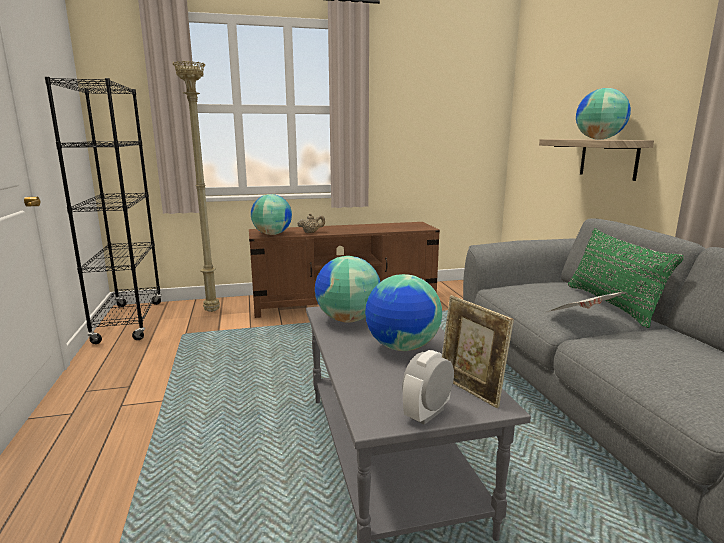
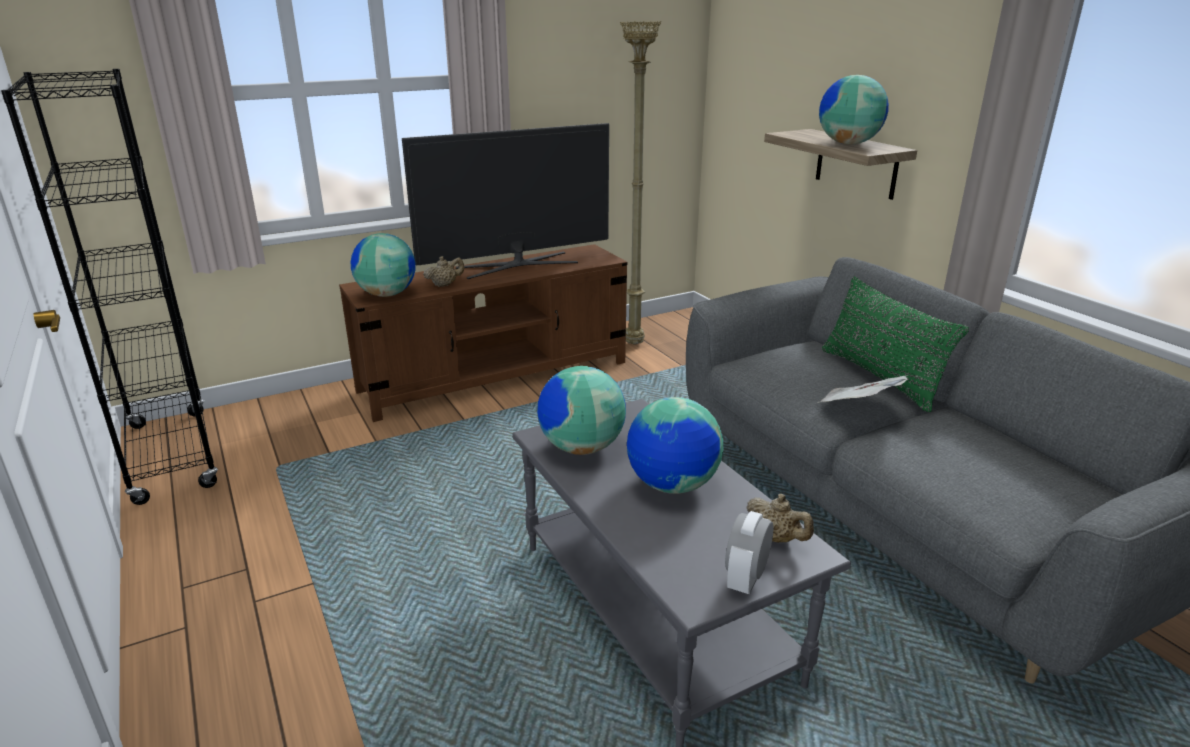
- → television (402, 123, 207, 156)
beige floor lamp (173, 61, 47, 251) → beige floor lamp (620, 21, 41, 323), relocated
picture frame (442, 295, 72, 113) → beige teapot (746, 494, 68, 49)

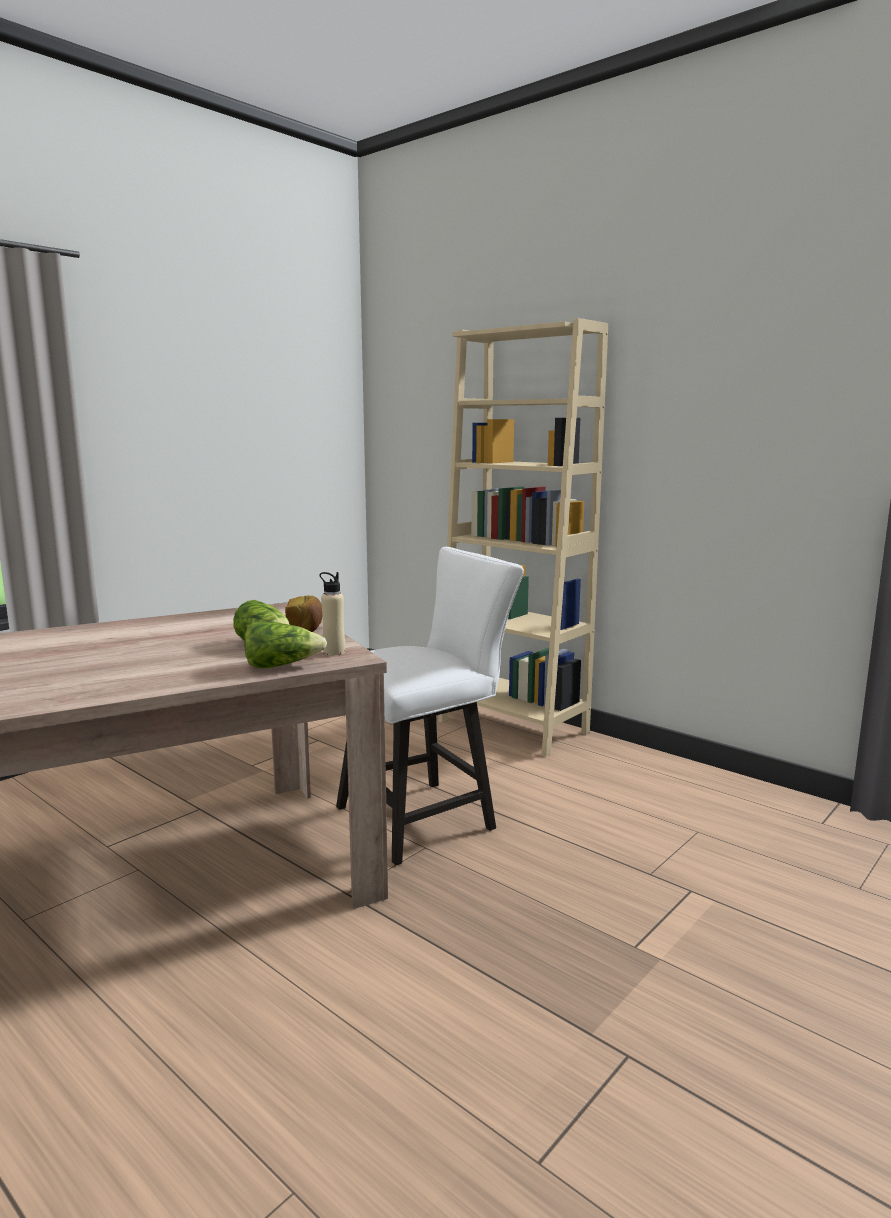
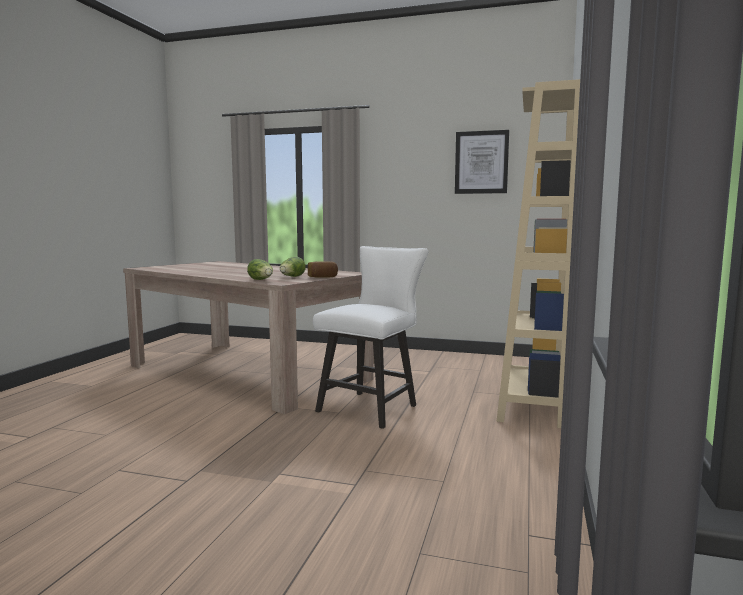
beige bottle (320, 572, 25, 83) → -
- → picture (455, 130, 54, 64)
white chair (336, 547, 188, 319) → white chair (313, 246, 115, 183), 90 degrees counterclockwise

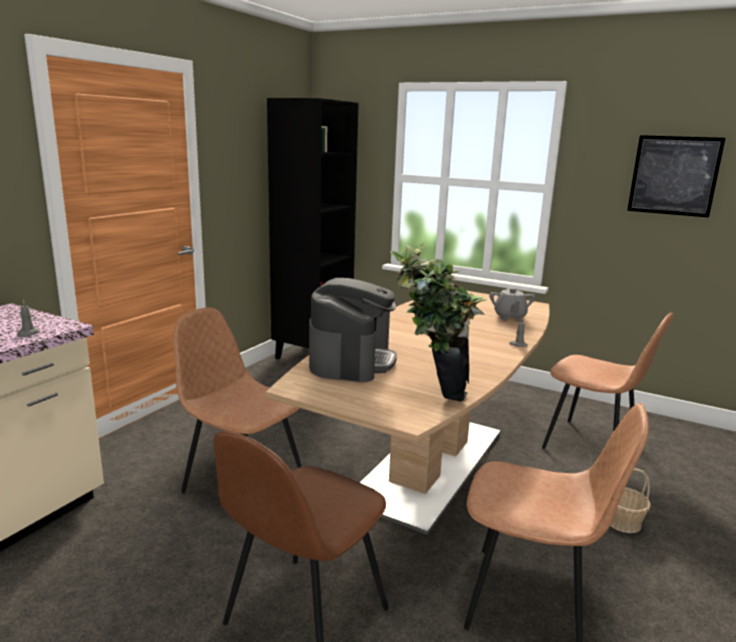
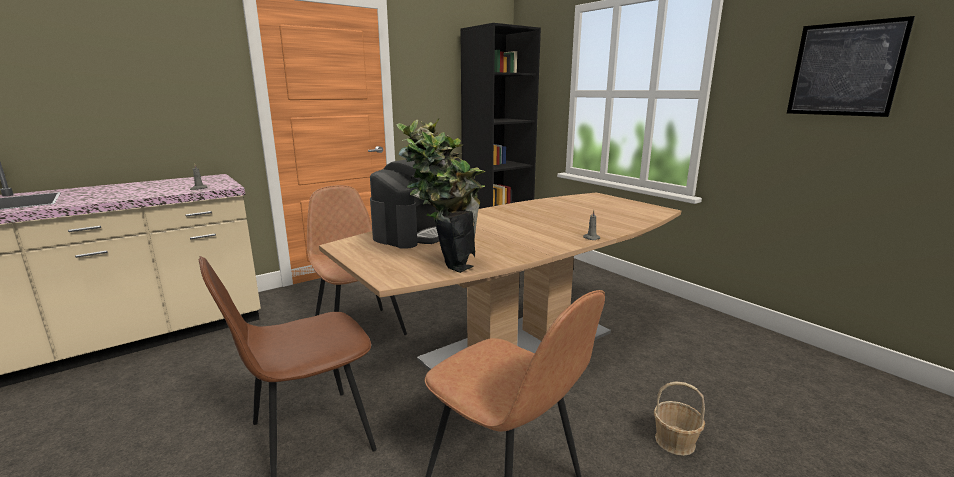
grey teapot (489, 288, 46, 33) → -
brown chair (542, 312, 131, 137) → -

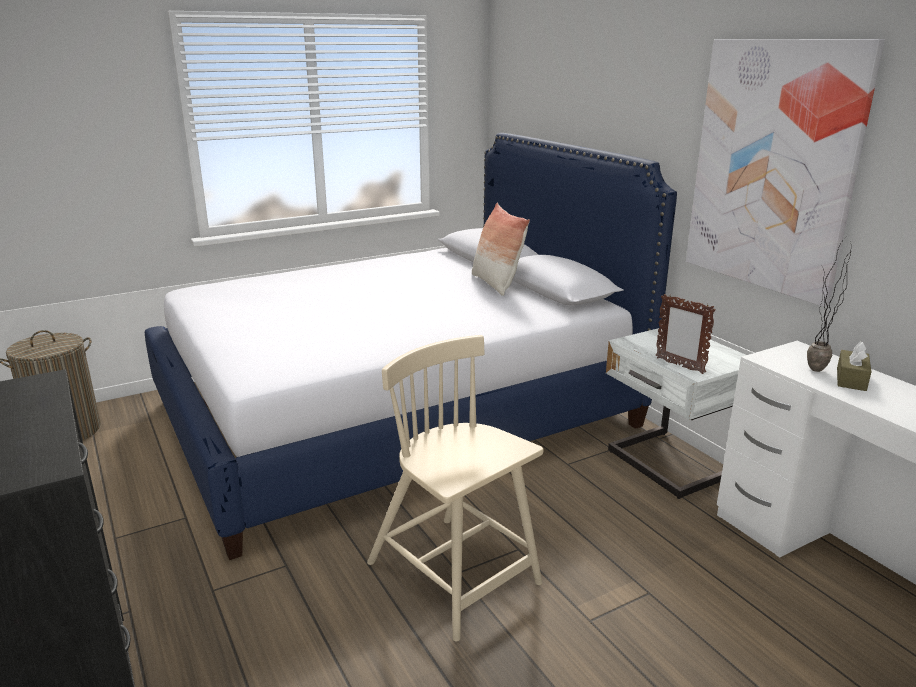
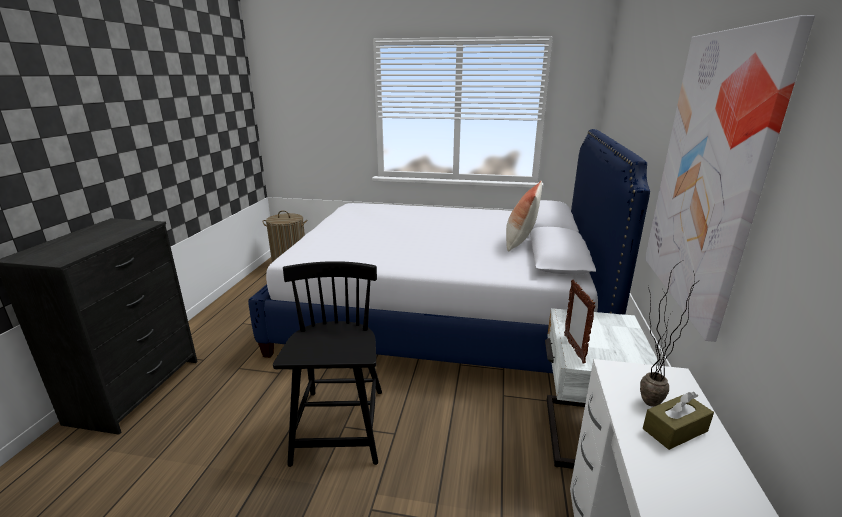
beige chair (367, 335, 176, 307) → black chair (273, 261, 109, 206)

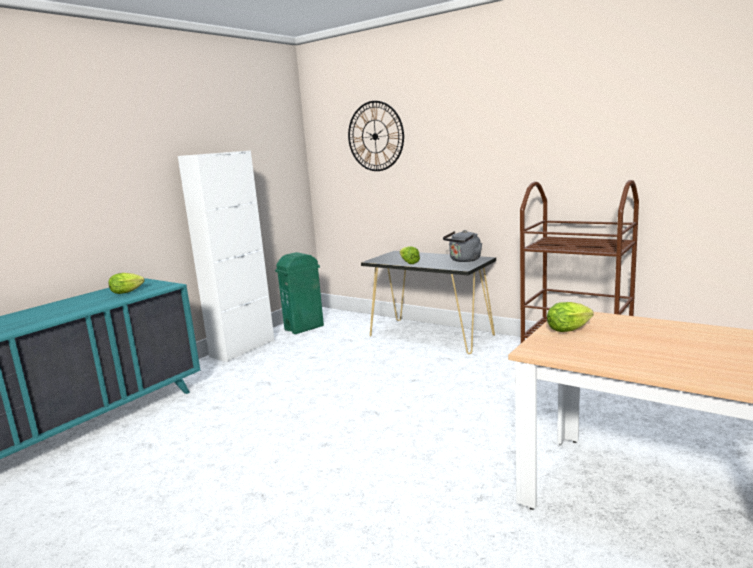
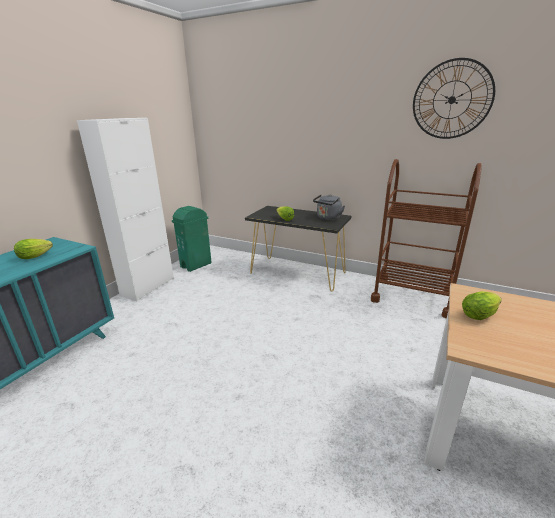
wall clock (348, 101, 56, 70) → wall clock (413, 58, 82, 81), relocated

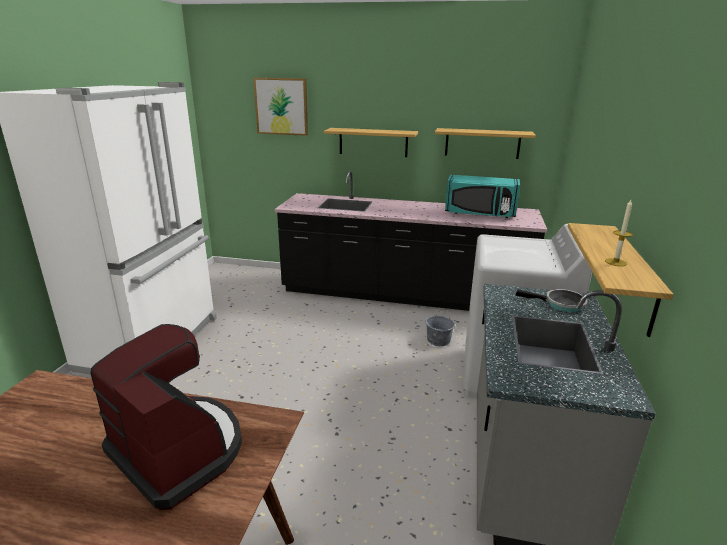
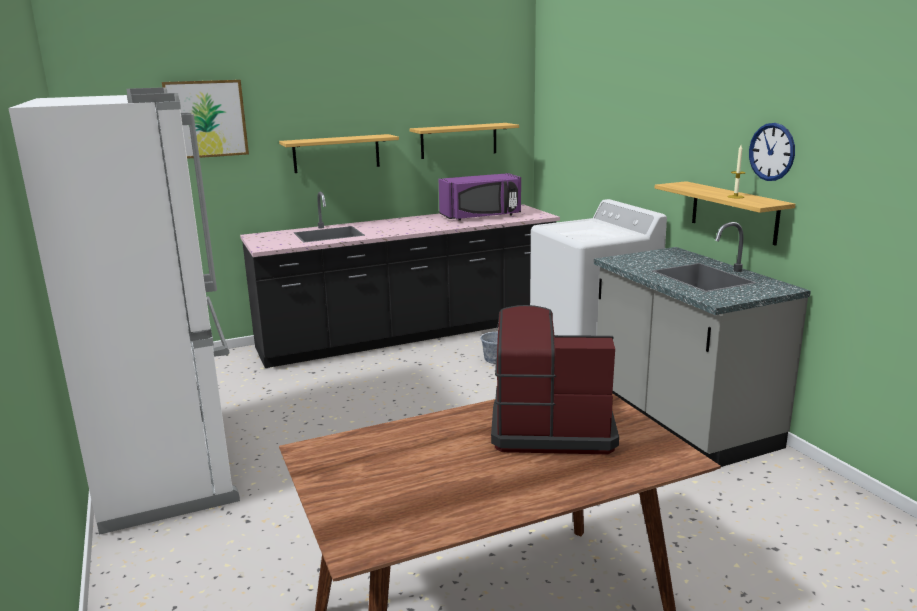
frying pan (515, 289, 73, 23) → -
- → wall clock (749, 123, 46, 58)
turquoise microwave (445, 175, 75, 43) → purple microwave (439, 173, 82, 48)

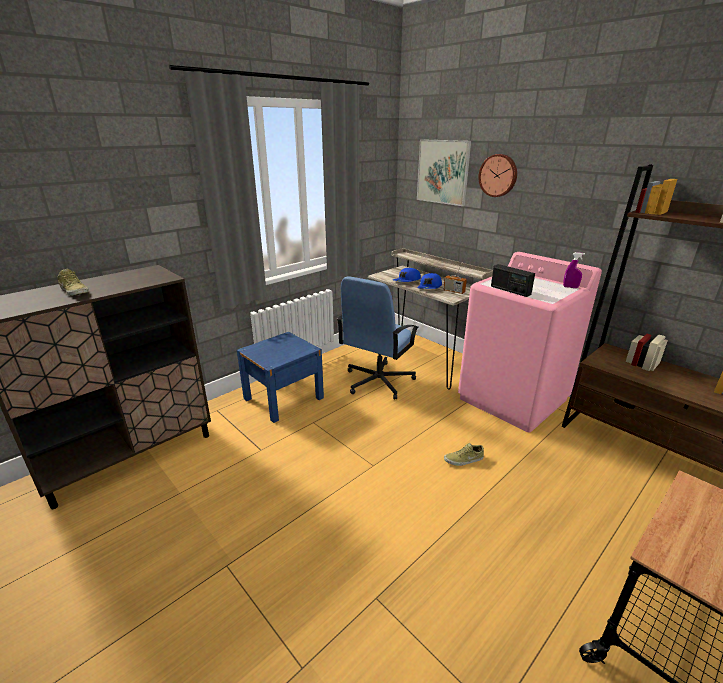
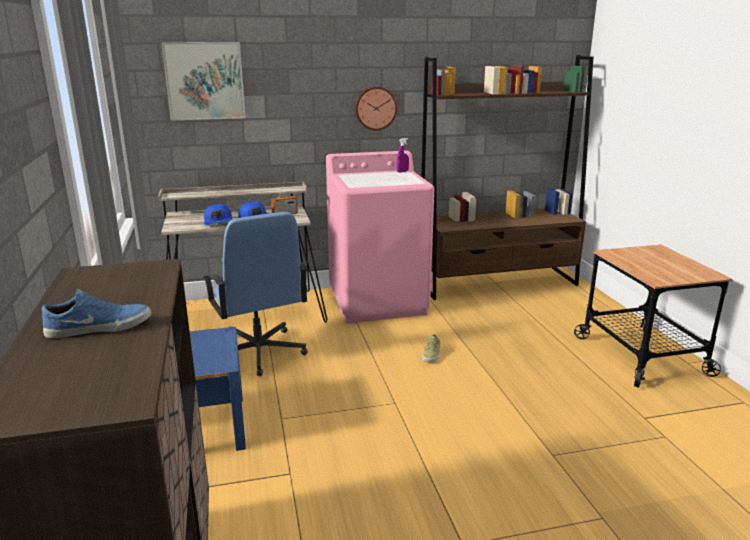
radio (491, 264, 44, 33) → -
wall clock (478, 154, 39, 43) → wall clock (355, 86, 42, 44), relocated
beige shoe (57, 269, 32, 27) → blue shoe (41, 289, 110, 49)

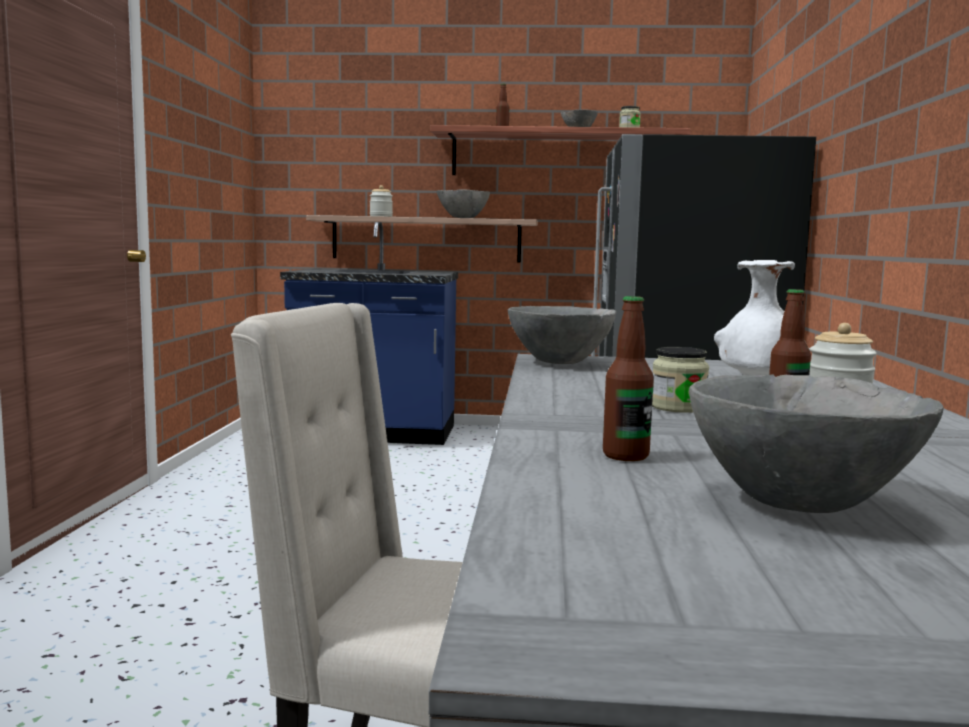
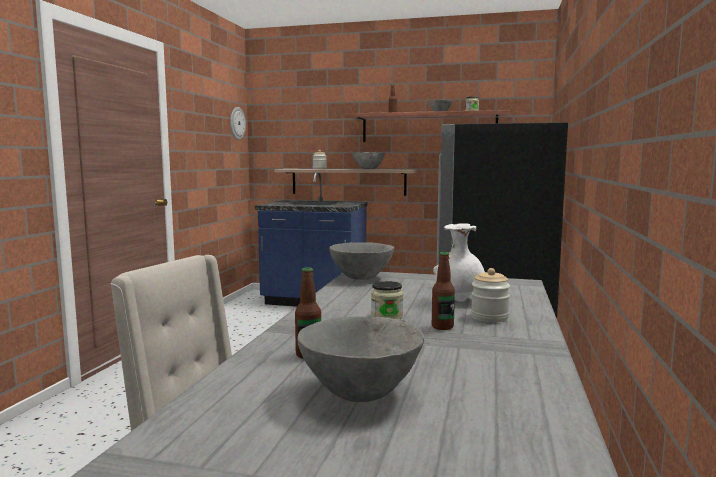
- → wall clock (230, 107, 16, 33)

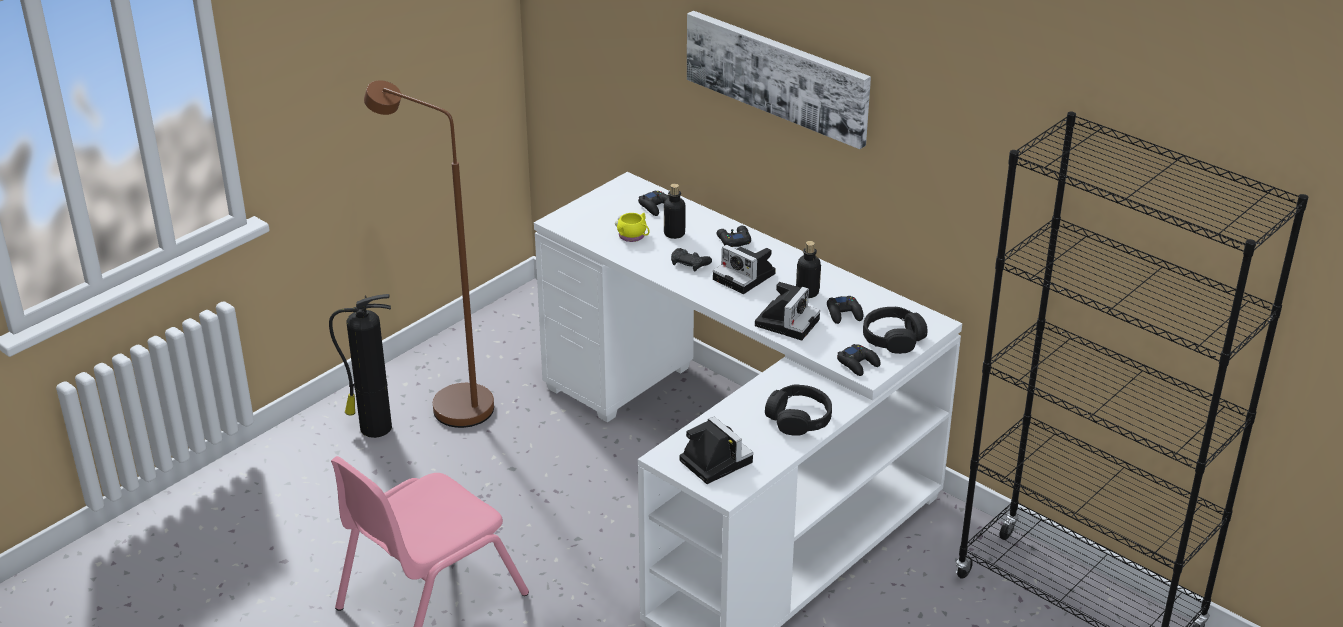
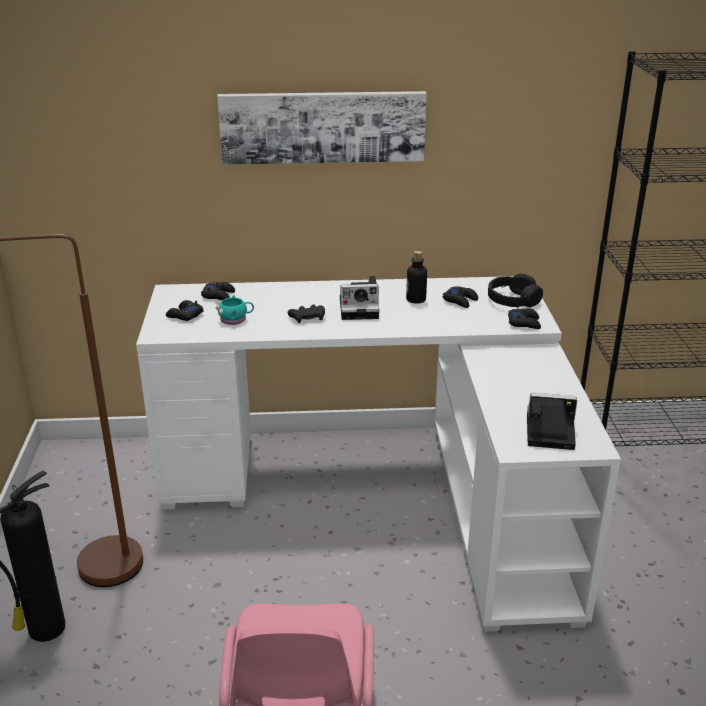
bottle (664, 184, 21, 55) → -
photo camera (755, 282, 65, 59) → -
black headphones (765, 384, 67, 52) → -
black game controller (716, 226, 35, 21) → black game controller (166, 300, 38, 21), relocated
yellow mug (615, 213, 35, 29) → turquoise mug (216, 295, 38, 30)

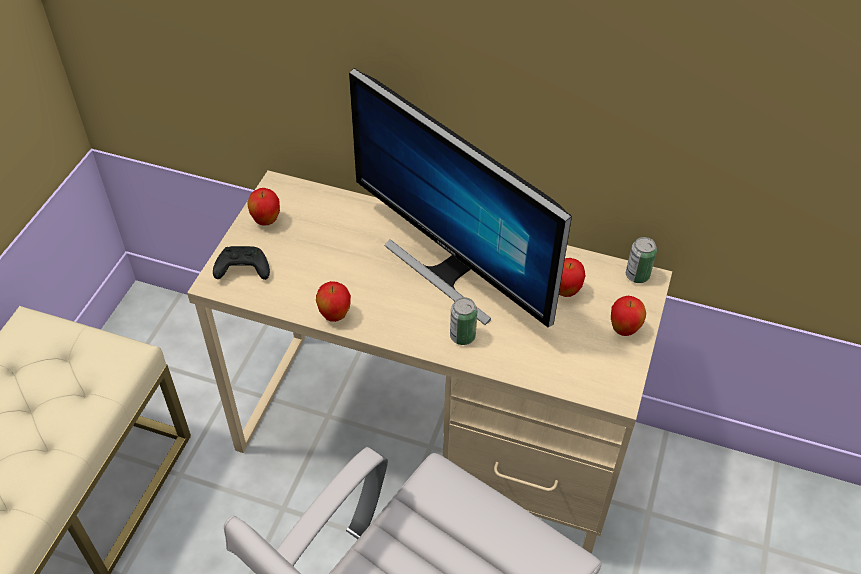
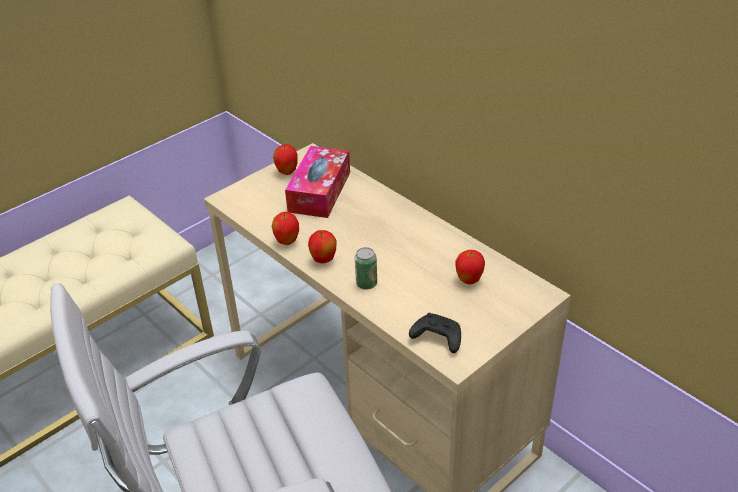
monitor (349, 68, 223, 259) → -
can (626, 237, 31, 46) → -
- → tissue box (285, 146, 65, 72)
black game controller (213, 246, 57, 34) → black game controller (409, 313, 52, 40), relocated
apple (611, 296, 35, 40) → apple (308, 230, 28, 33), relocated

